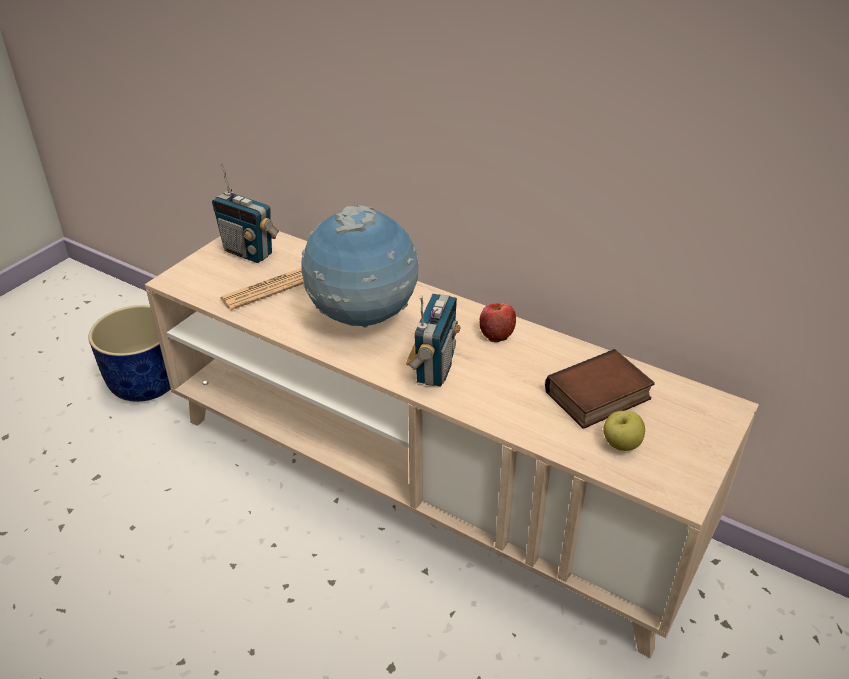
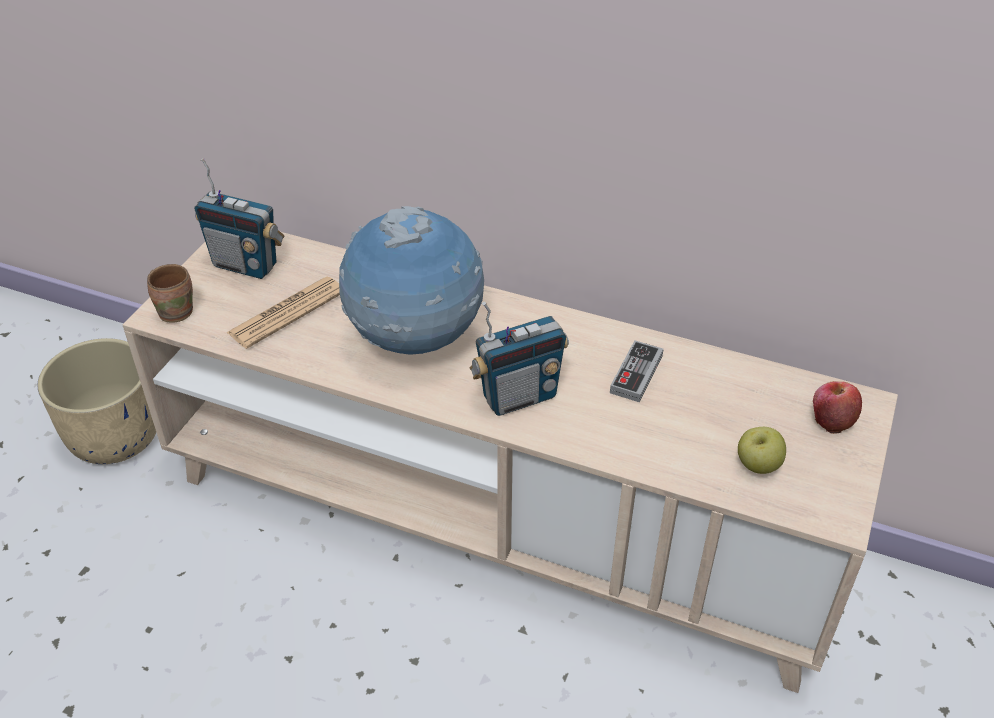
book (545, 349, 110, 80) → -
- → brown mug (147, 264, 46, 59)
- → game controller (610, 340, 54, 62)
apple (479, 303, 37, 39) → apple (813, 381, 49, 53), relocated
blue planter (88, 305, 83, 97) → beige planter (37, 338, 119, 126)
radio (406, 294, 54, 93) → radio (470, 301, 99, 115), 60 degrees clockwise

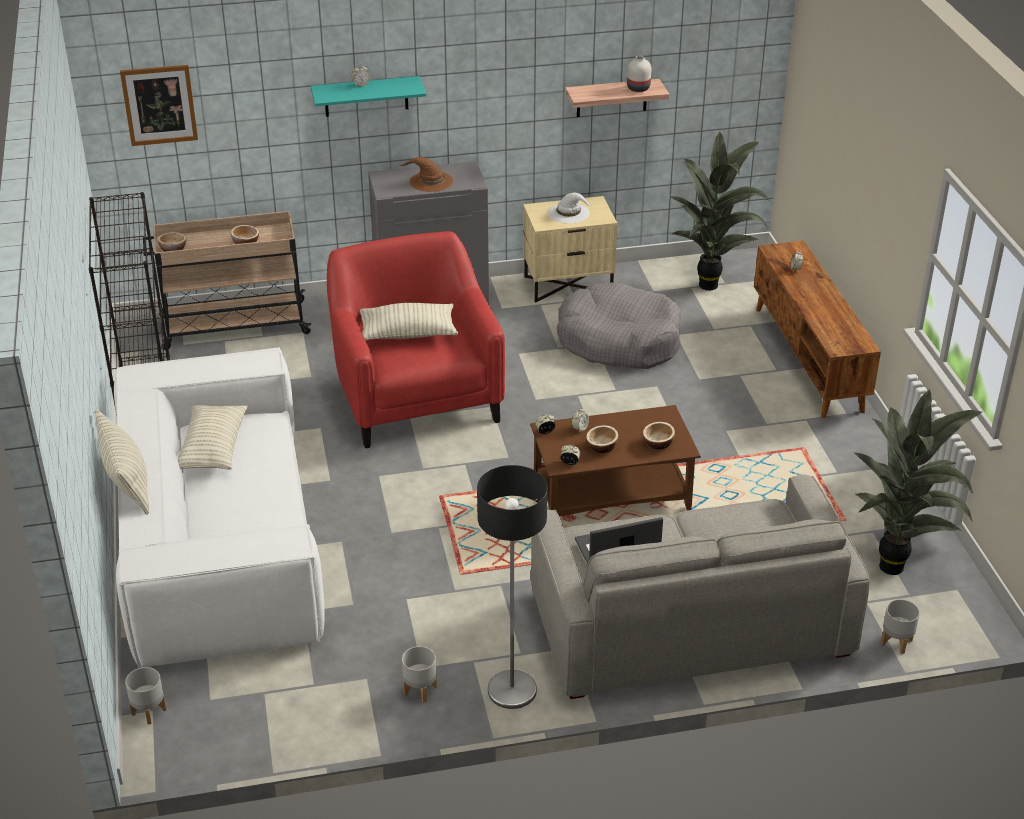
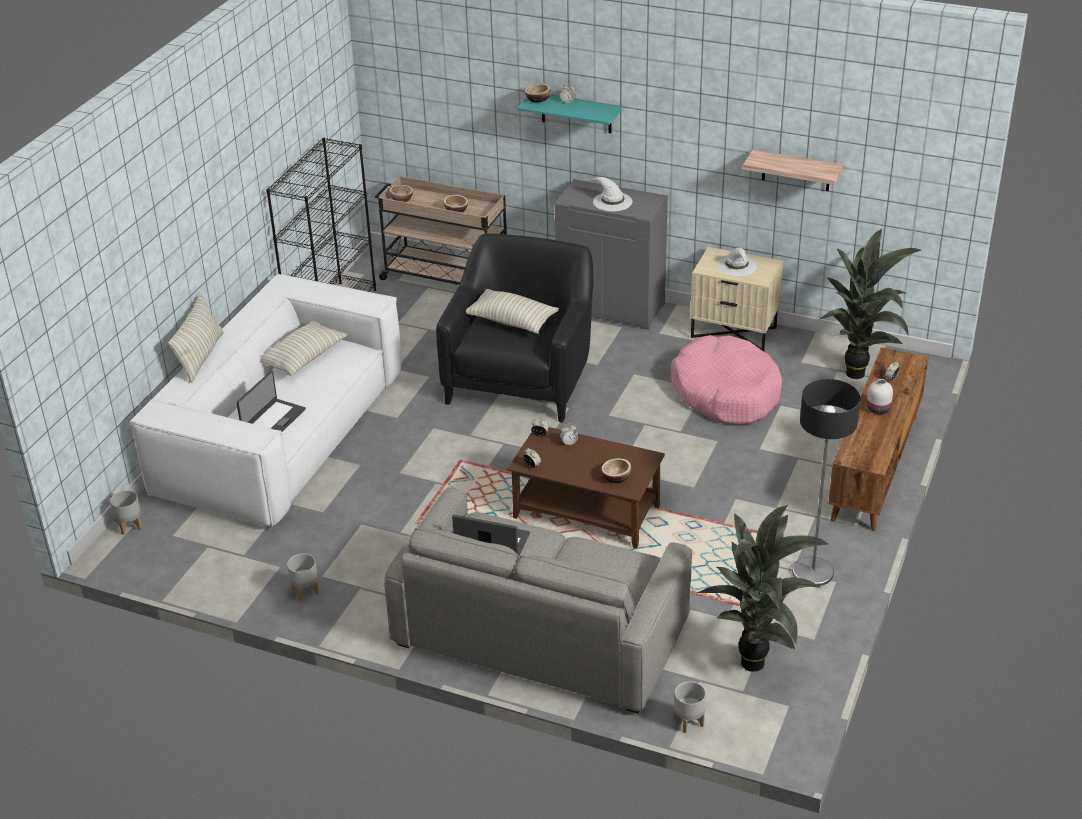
picture (120, 65, 78, 81) → -
- → laptop (236, 371, 70, 61)
floor lamp (477, 465, 70, 244) → floor lamp (792, 379, 68, 207), relocated
bowl (586, 425, 32, 28) → bowl (525, 84, 26, 19), relocated
white vase (627, 56, 24, 36) → white vase (867, 379, 26, 35), relocated
red armchair (327, 231, 178, 217) → black armchair (436, 234, 157, 188)
brown hat (401, 157, 52, 35) → white hat (587, 177, 45, 34)
grey dog bed (557, 282, 124, 87) → pink dog bed (671, 335, 111, 89)

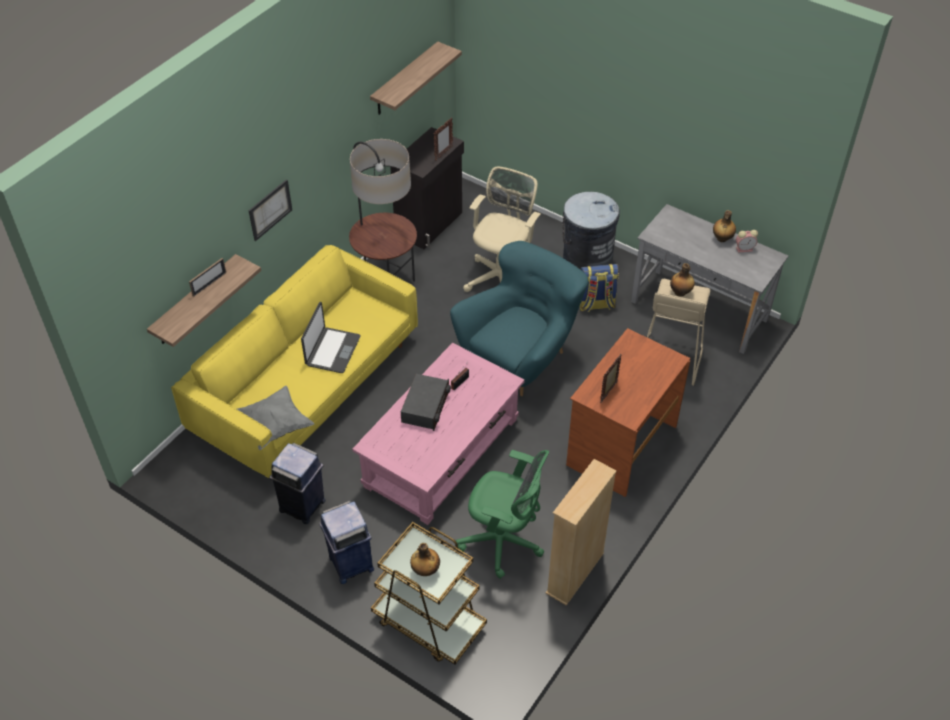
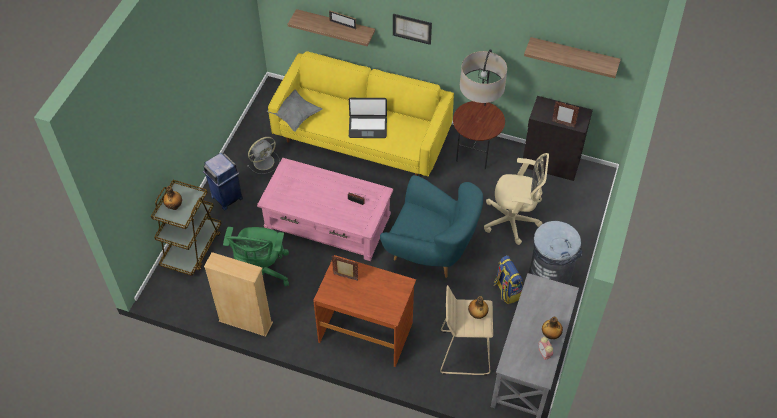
radio (401, 374, 50, 57) → -
blue trash can (270, 443, 55, 81) → grey fan (247, 137, 33, 37)

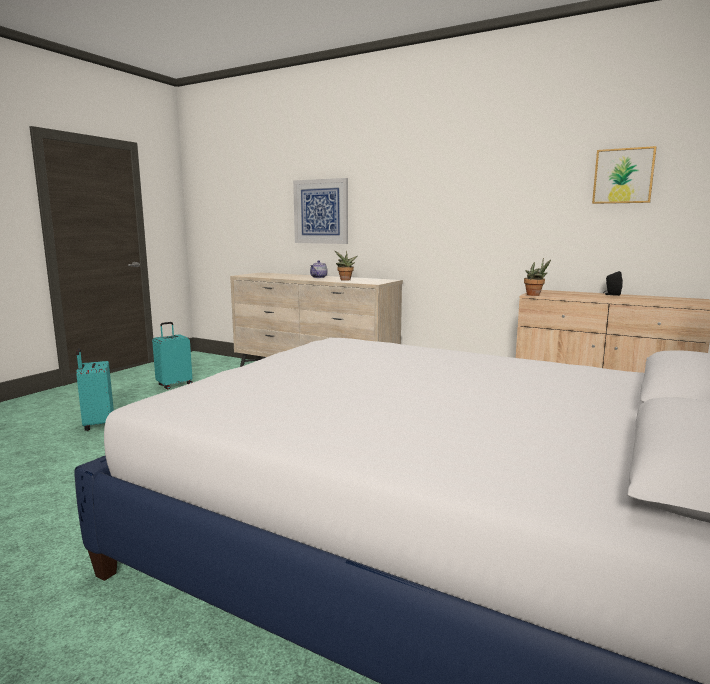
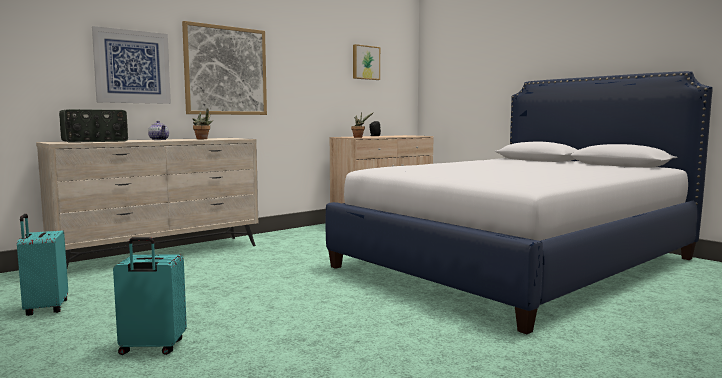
- → radio (59, 109, 69, 34)
- → picture (182, 21, 85, 94)

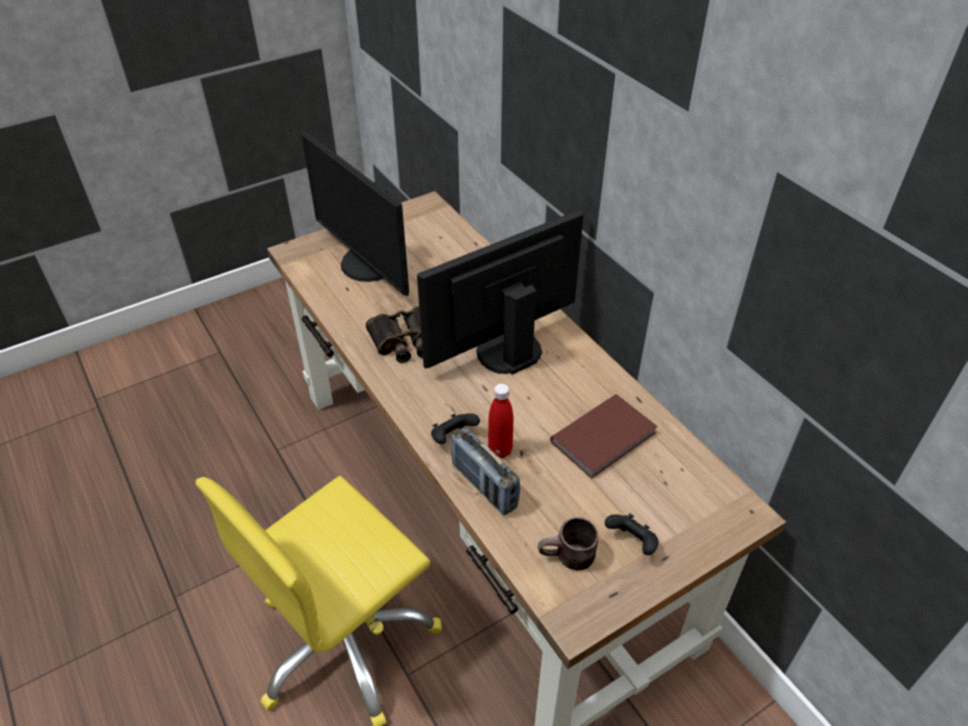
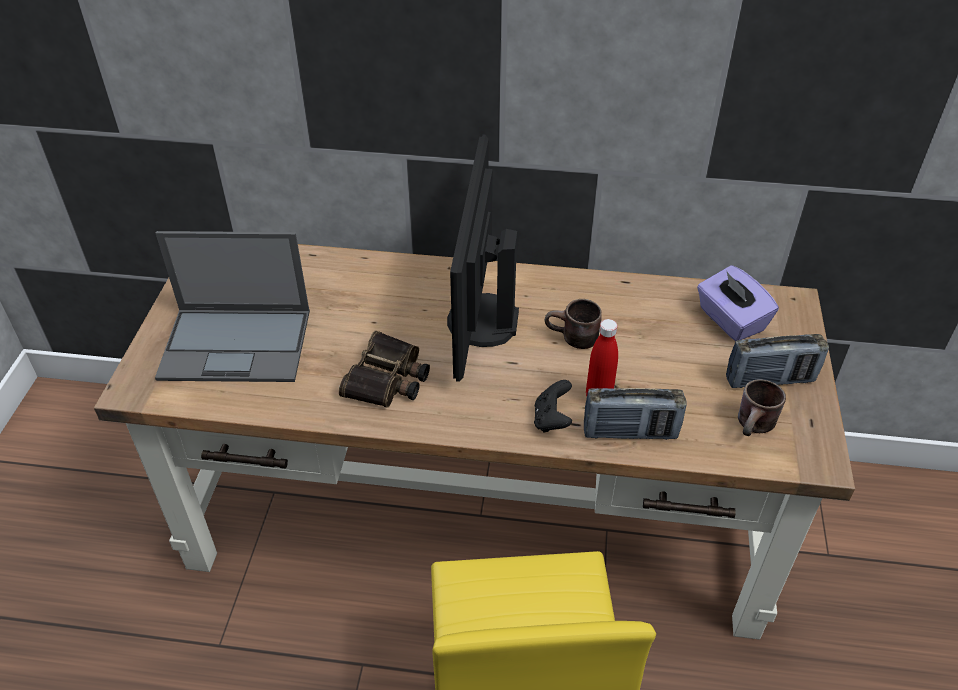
brown book (550, 394, 108, 85) → -
- → brown mug (545, 299, 57, 50)
- → purple tissue box (697, 265, 82, 76)
monitor (301, 131, 108, 165) → laptop (155, 231, 155, 151)
black game controller (605, 513, 53, 42) → radio (726, 334, 103, 54)

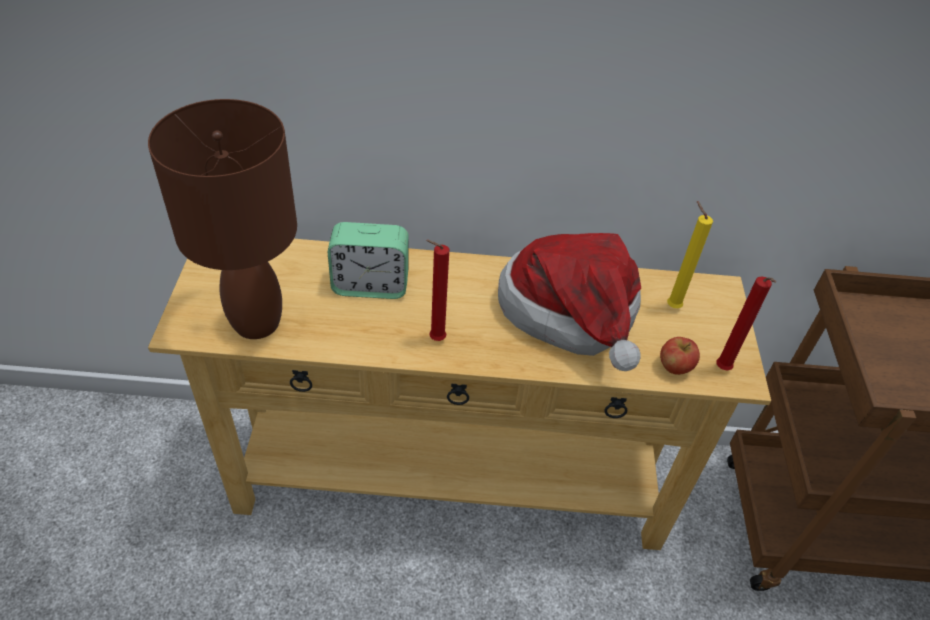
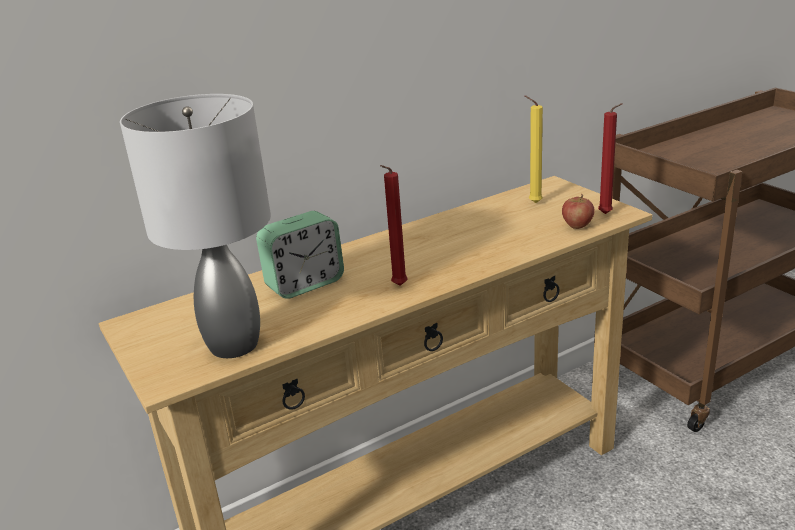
hat (498, 233, 143, 138) → -
brown table lamp (148, 99, 149, 240) → grey table lamp (120, 94, 151, 264)

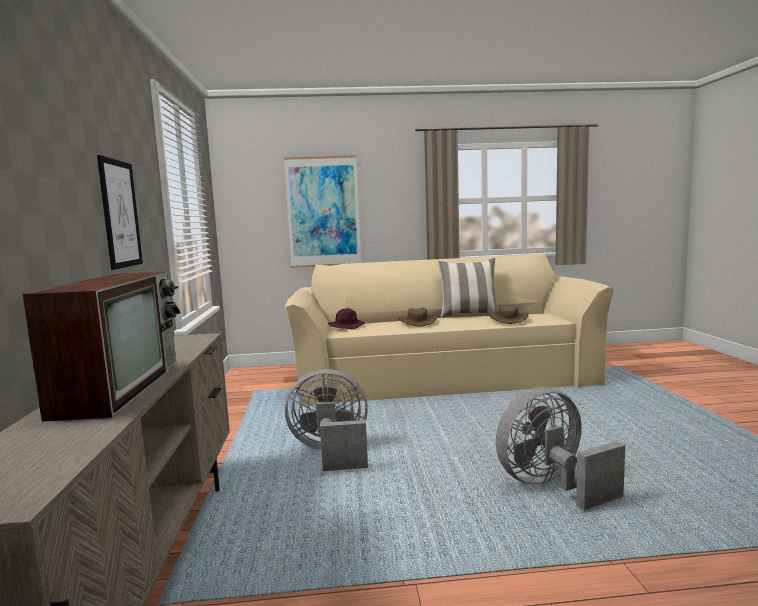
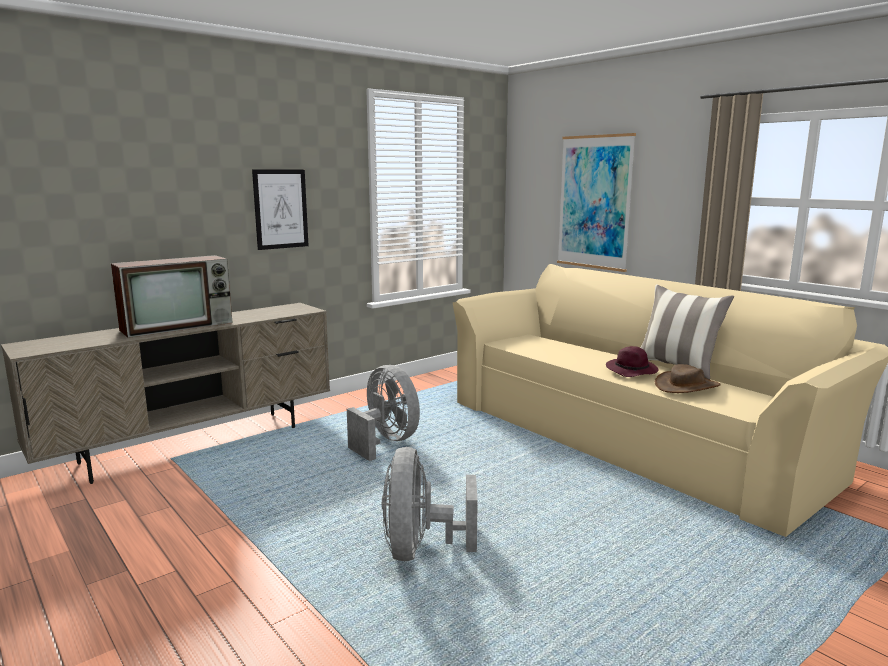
brown hat (398, 308, 39, 19) → -
purple hat (328, 308, 37, 22) → purple hat (606, 346, 53, 31), relocated
grey fan (496, 387, 129, 123) → grey fan (382, 447, 96, 114), 120 degrees counterclockwise

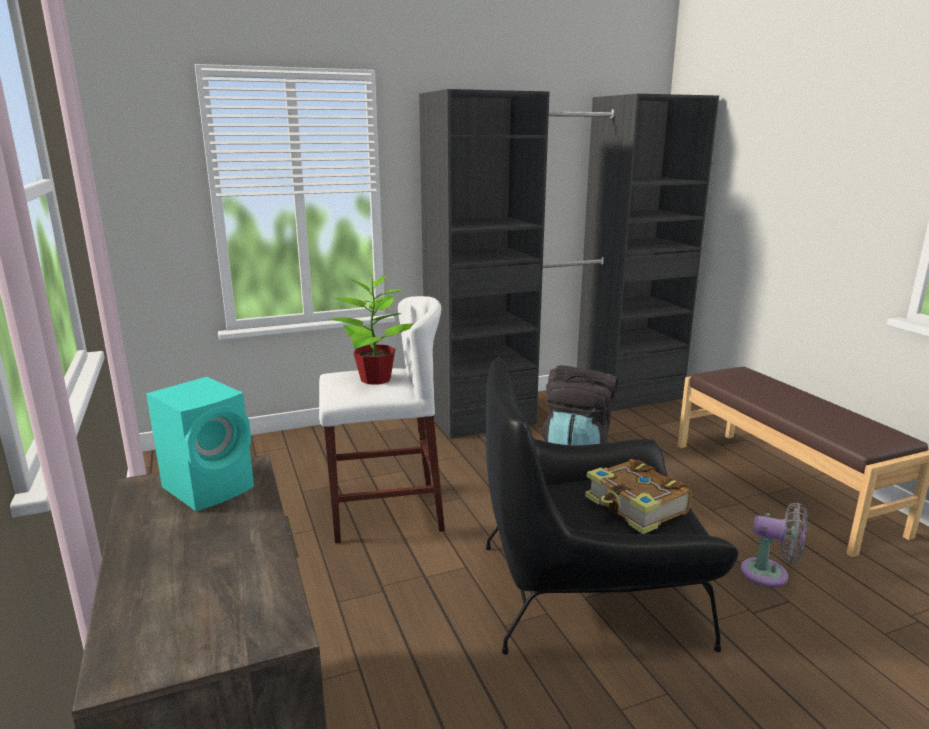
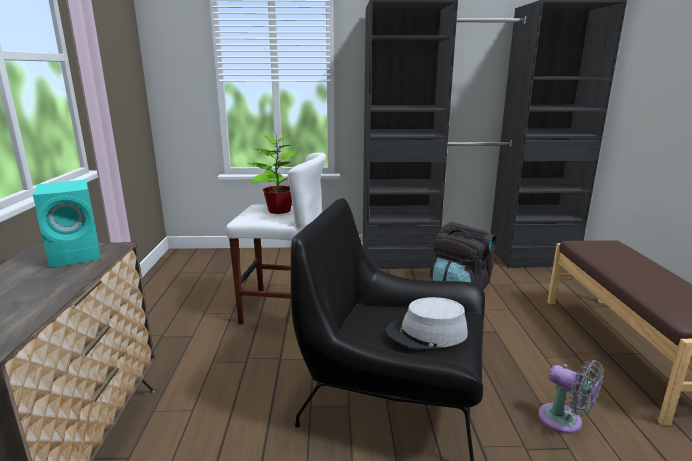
book (585, 459, 107, 75) → grey hat (386, 297, 82, 52)

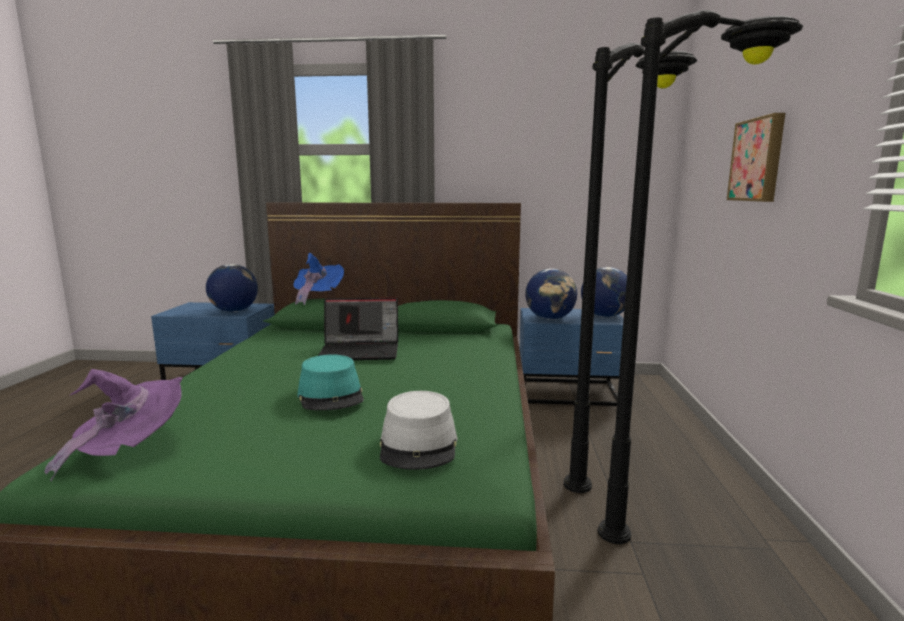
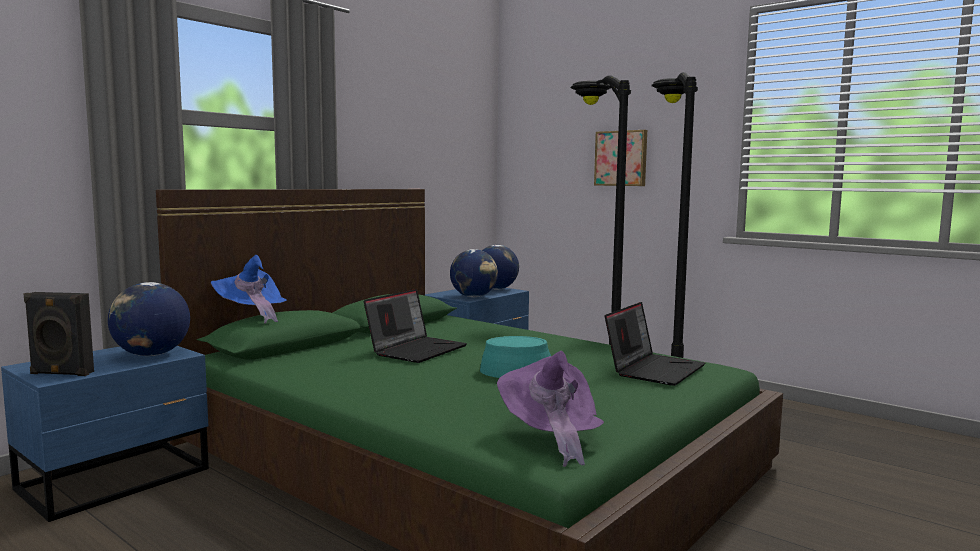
- → black speaker (24, 292, 70, 84)
grey hat (380, 391, 78, 79) → laptop (605, 302, 100, 84)

